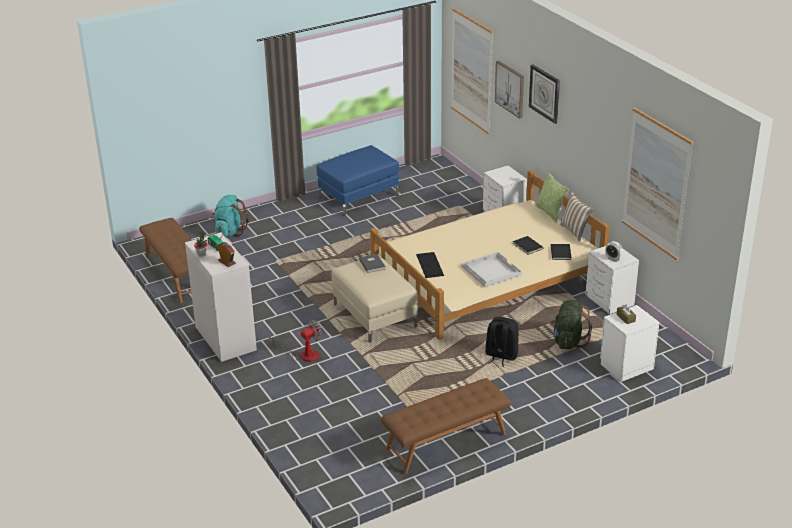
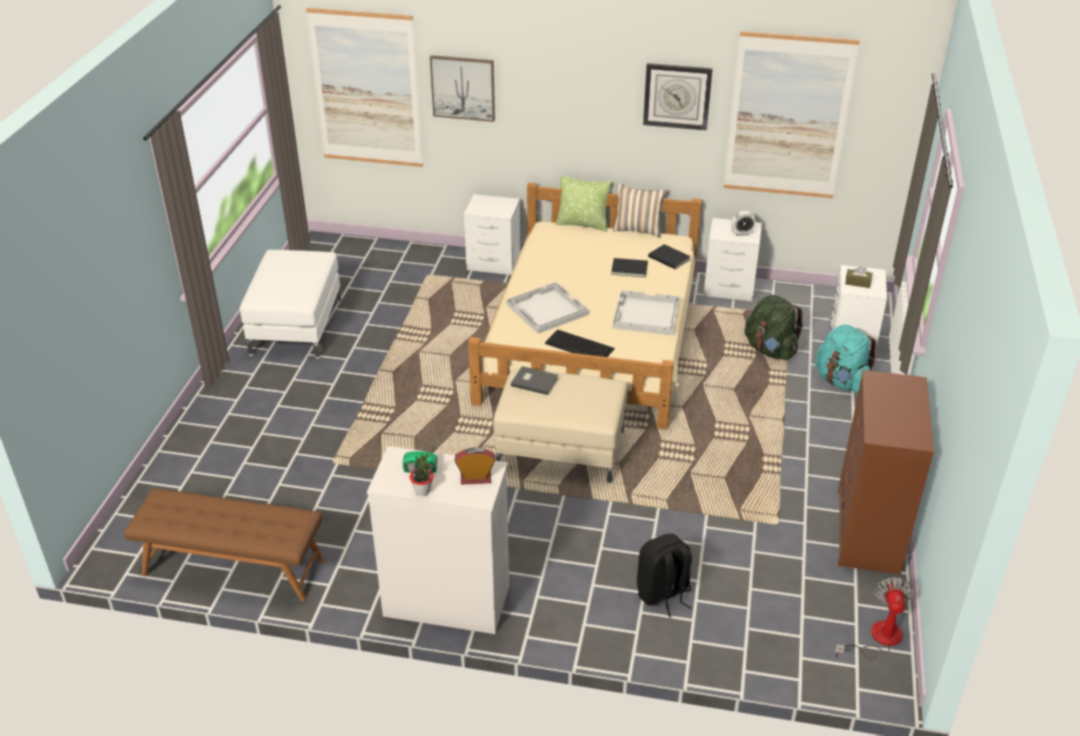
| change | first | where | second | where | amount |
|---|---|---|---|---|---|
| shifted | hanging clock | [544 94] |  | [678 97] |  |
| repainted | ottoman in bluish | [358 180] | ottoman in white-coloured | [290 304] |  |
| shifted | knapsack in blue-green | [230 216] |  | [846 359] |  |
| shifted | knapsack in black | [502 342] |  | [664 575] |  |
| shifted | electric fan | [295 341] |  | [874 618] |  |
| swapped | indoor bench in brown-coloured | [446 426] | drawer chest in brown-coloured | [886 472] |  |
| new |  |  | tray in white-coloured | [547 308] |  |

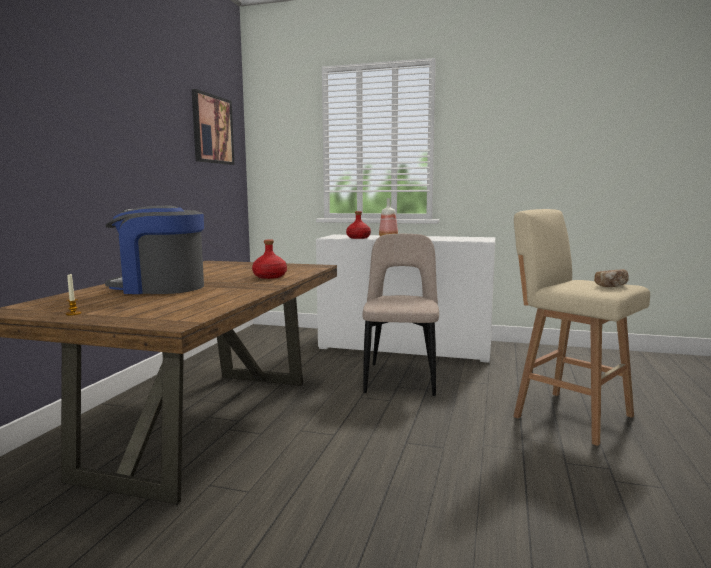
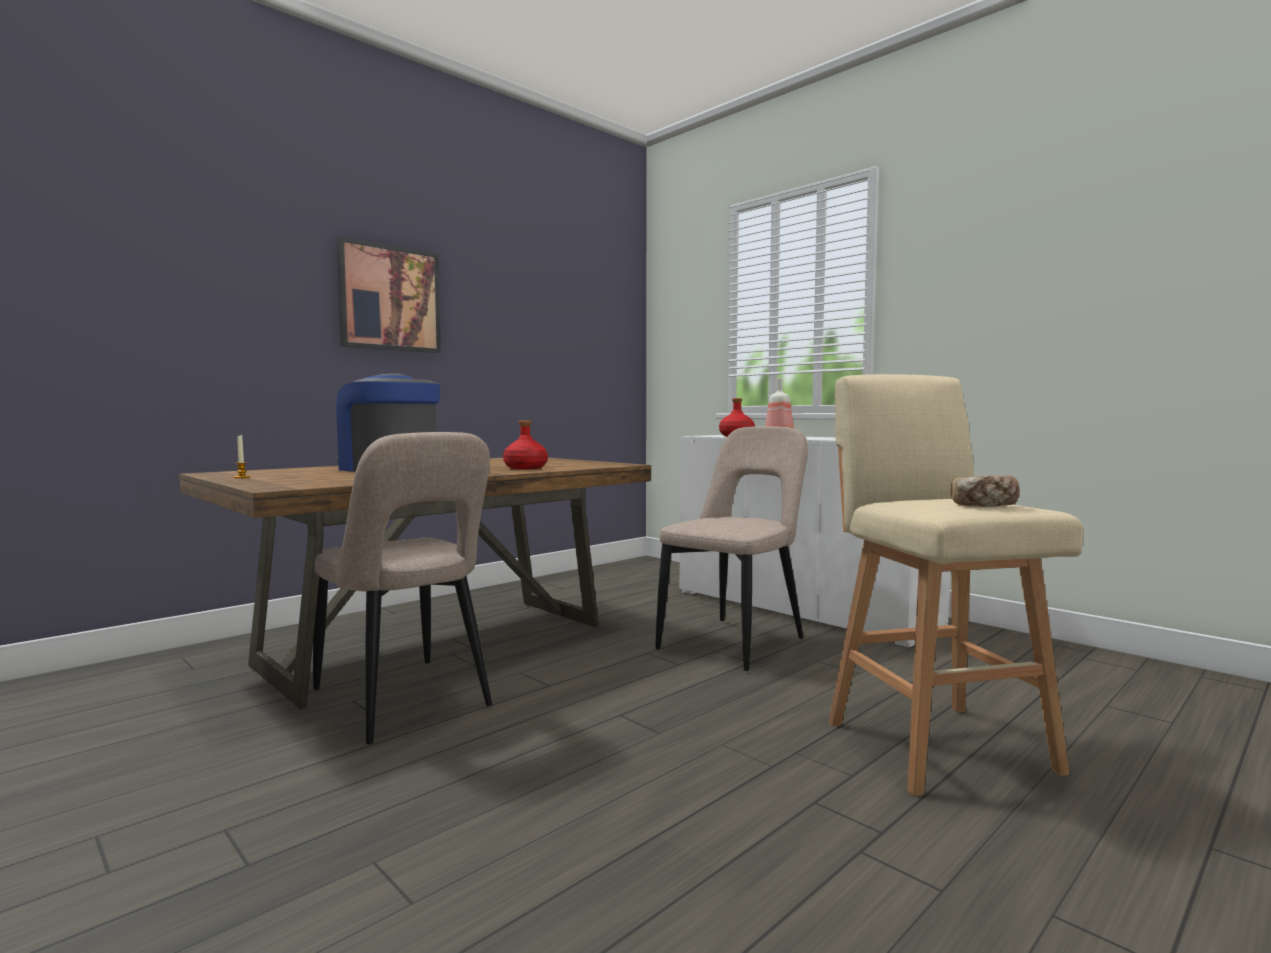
| change | first | where | second | where | amount |
|---|---|---|---|---|---|
| shifted | wall picture | [213 127] |  | [389 295] |  |
| new |  |  | upright chair in beige-coloured | [402 588] |  |

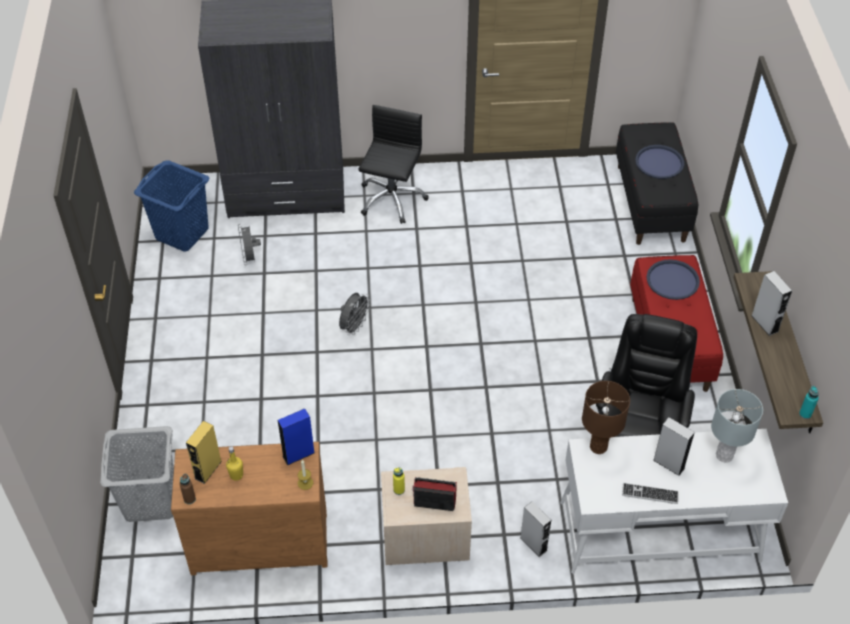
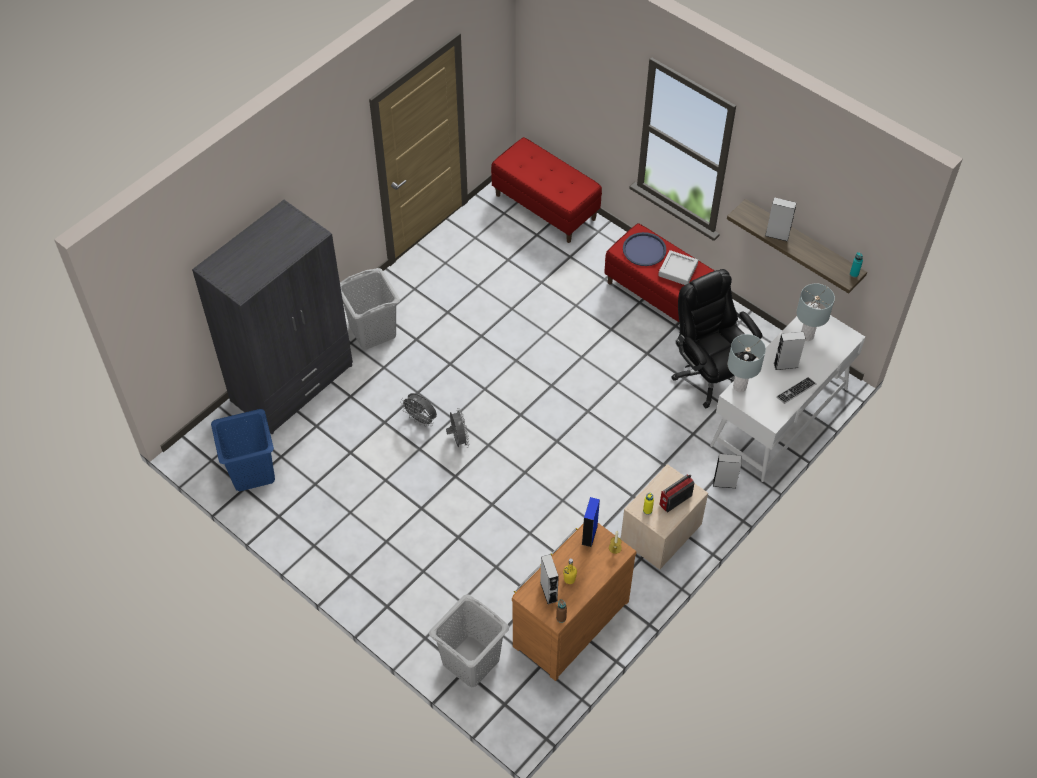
| change | first | where | second | where | amount |
|---|---|---|---|---|---|
| swapped | computer chair in black | [393 164] | hamper in grey | [370 309] |  |
| repainted | indoor bench in black | [657 183] | indoor bench in red-coloured | [546 190] |  |
| gone | tray in bluish | [659 162] |  |  |  |
| shifted | electric fan in grey | [249 244] |  | [418 410] |  |
| repainted | tabletop lamp in brown-coloured | [606 417] | tabletop lamp in grey | [747 363] |  |
| repainted | audio speaker in yellow | [204 452] | audio speaker in grey | [549 579] |  |
| new |  |  | tray in grey | [678 267] |  |

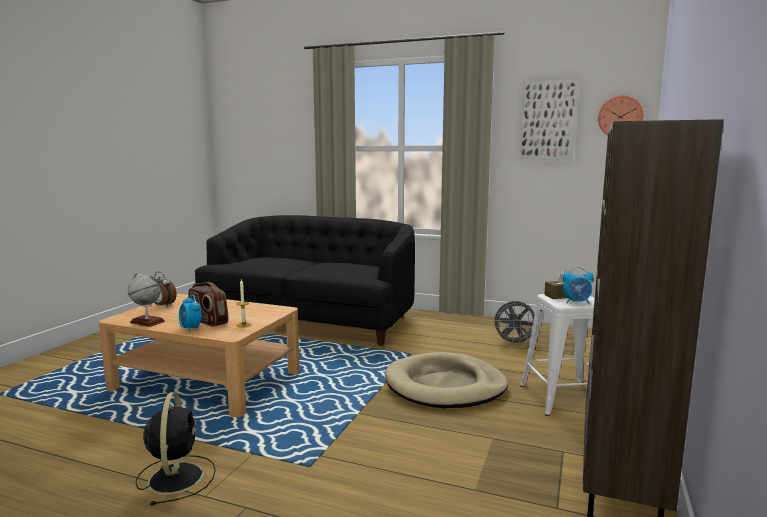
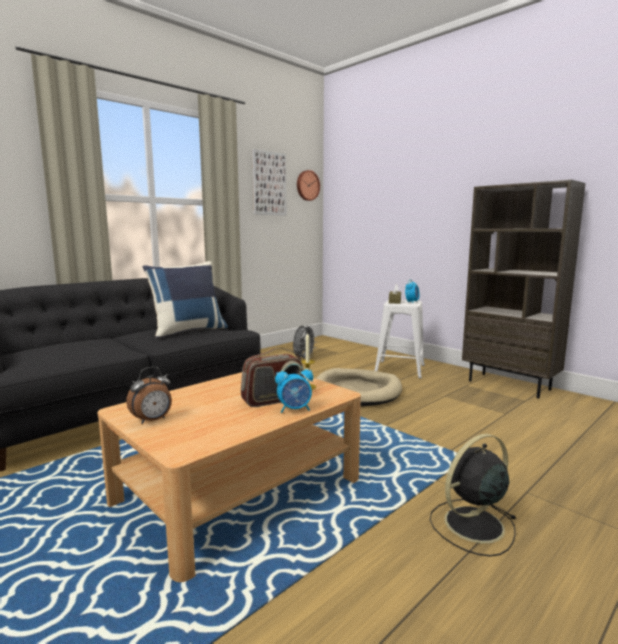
| change | first | where | second | where | amount |
|---|---|---|---|---|---|
| gone | desk globe | [146 300] |  |  |  |
| rotated | electric fan in black | [176 449] |  | [473 495] | 45 degrees counterclockwise |
| new |  |  | cushion in bluish | [185 300] |  |

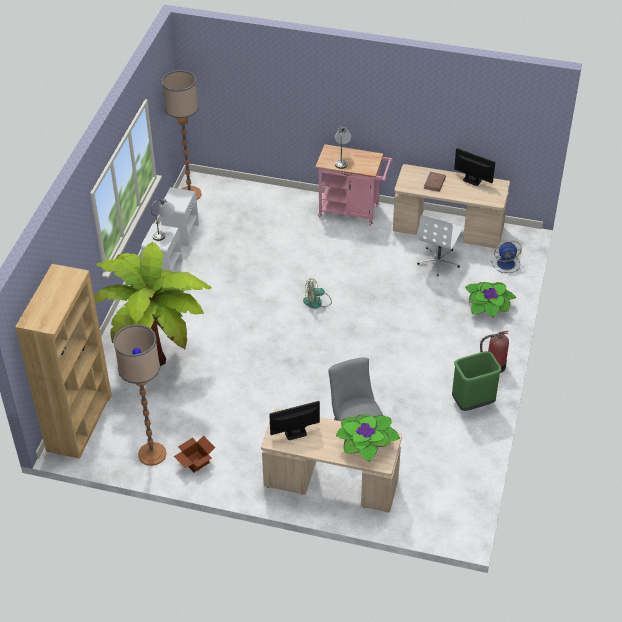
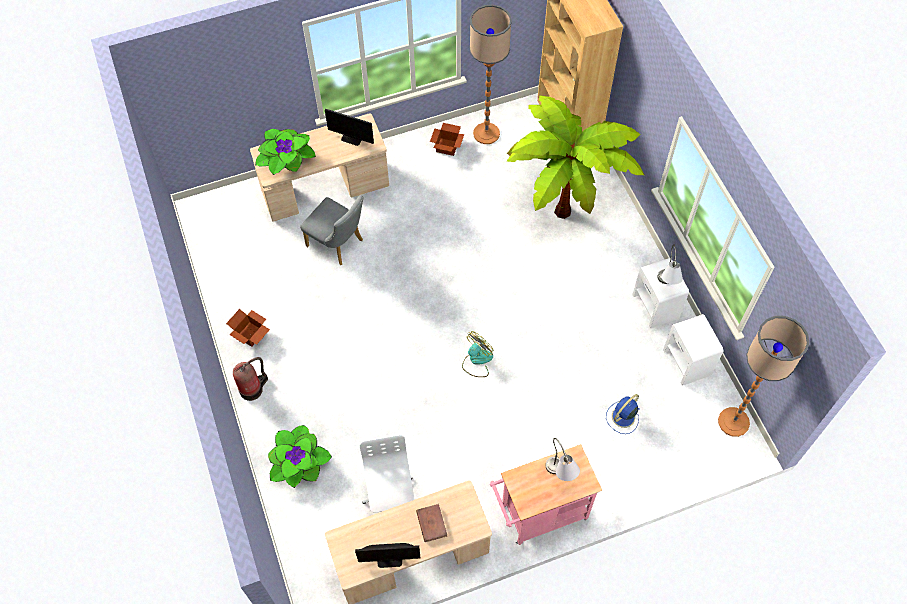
| change | first | where | second | where | amount |
|---|---|---|---|---|---|
| shifted | electric fan in bluish | [506 256] |  | [623 414] |  |
| swapped | rubbish bin in green | [476 381] | carton | [248 328] |  |
| rotated | computer display | [294 420] |  | [349 127] | 75 degrees clockwise |

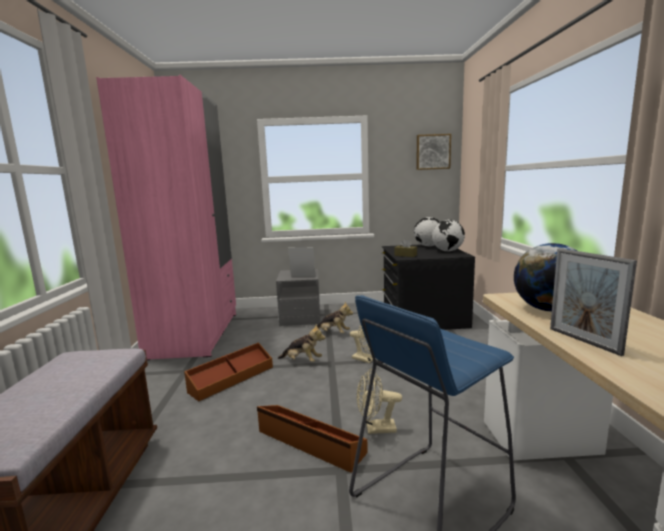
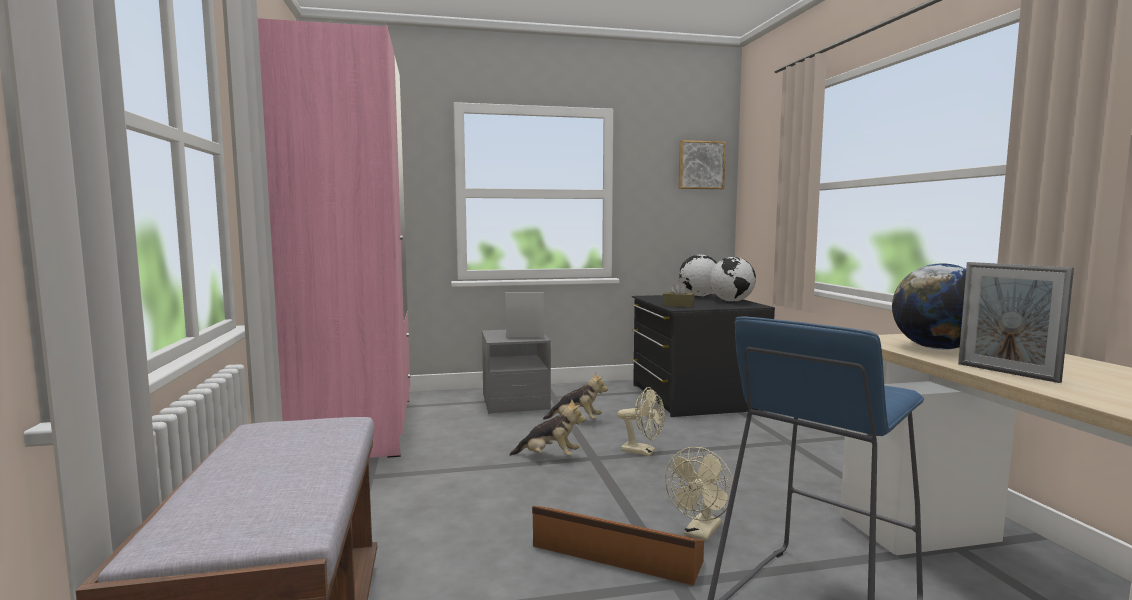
| change | first | where | second | where | amount |
|---|---|---|---|---|---|
| gone | storage bin in brown-coloured | [228 371] |  |  |  |
| rotated | electric fan in beige-coloured | [379 401] |  | [699 494] | 45 degrees counterclockwise |

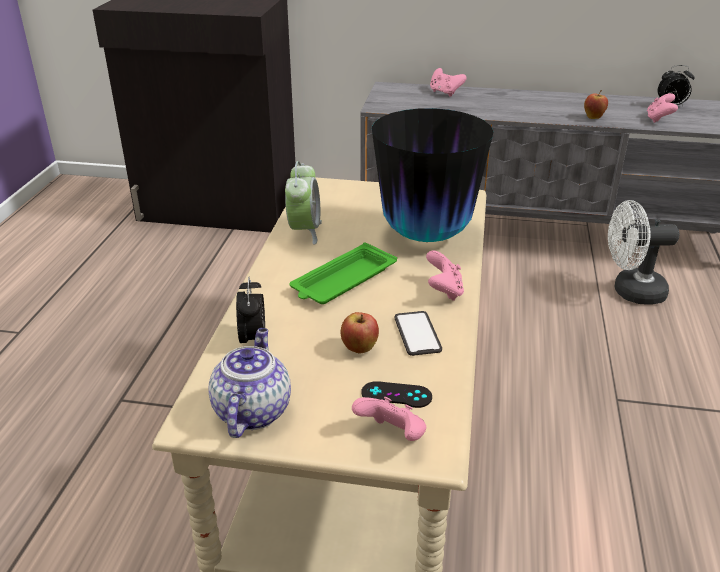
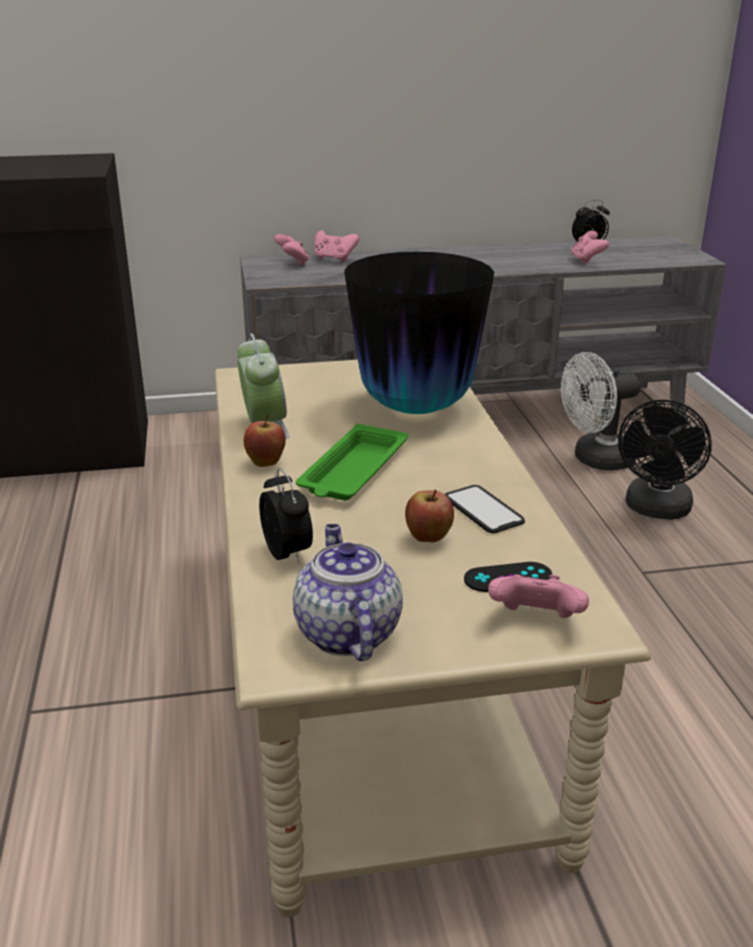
| change | first | where | second | where | amount |
|---|---|---|---|---|---|
| shifted | apple | [596 104] |  | [265 441] |  |
| shifted | gamepad in pink-coloured | [445 275] |  | [292 250] |  |
| new |  |  | electric fan in black | [665 460] |  |

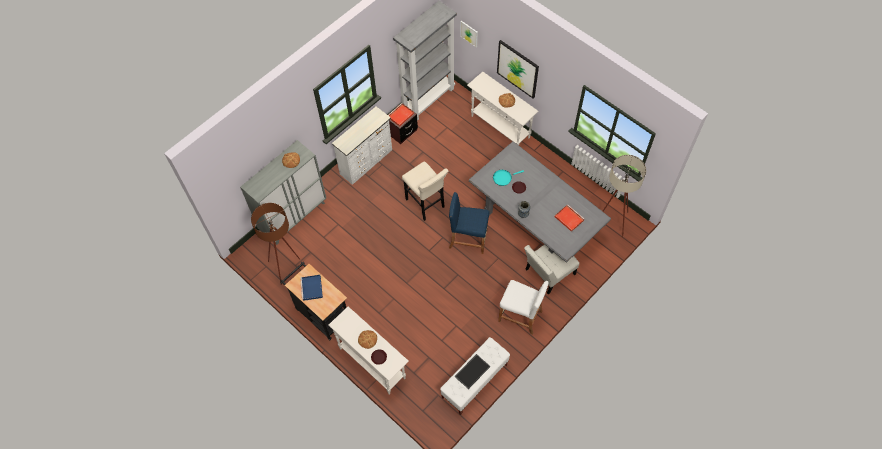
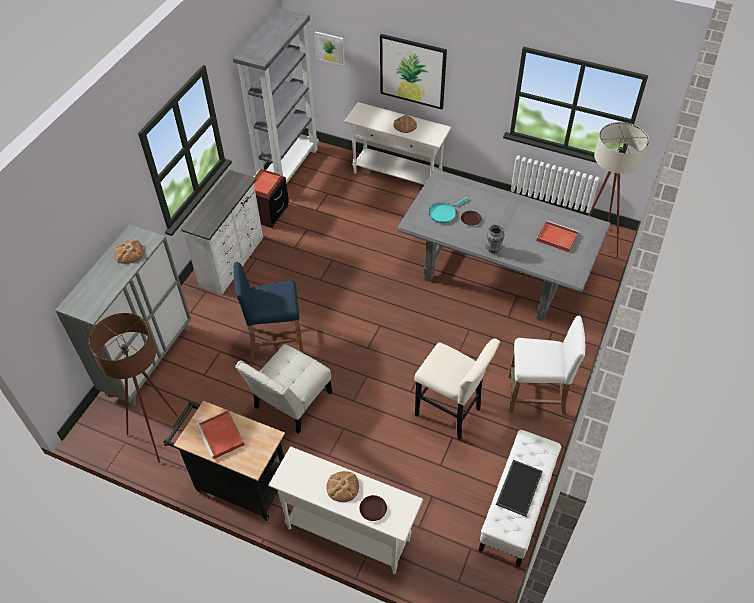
| change | first | where | second | where | amount |
|---|---|---|---|---|---|
| shifted | stool in beige-coloured | [425 191] |  | [457 389] |  |
| shifted | stool in bluish | [469 223] |  | [268 310] |  |
| shifted | upright chair in white-coloured | [551 269] |  | [283 389] |  |
| repainted | tray in bluish | [311 288] | tray in red-coloured | [221 435] |  |

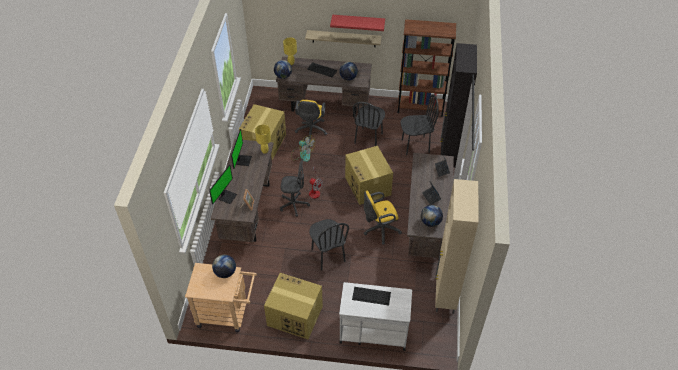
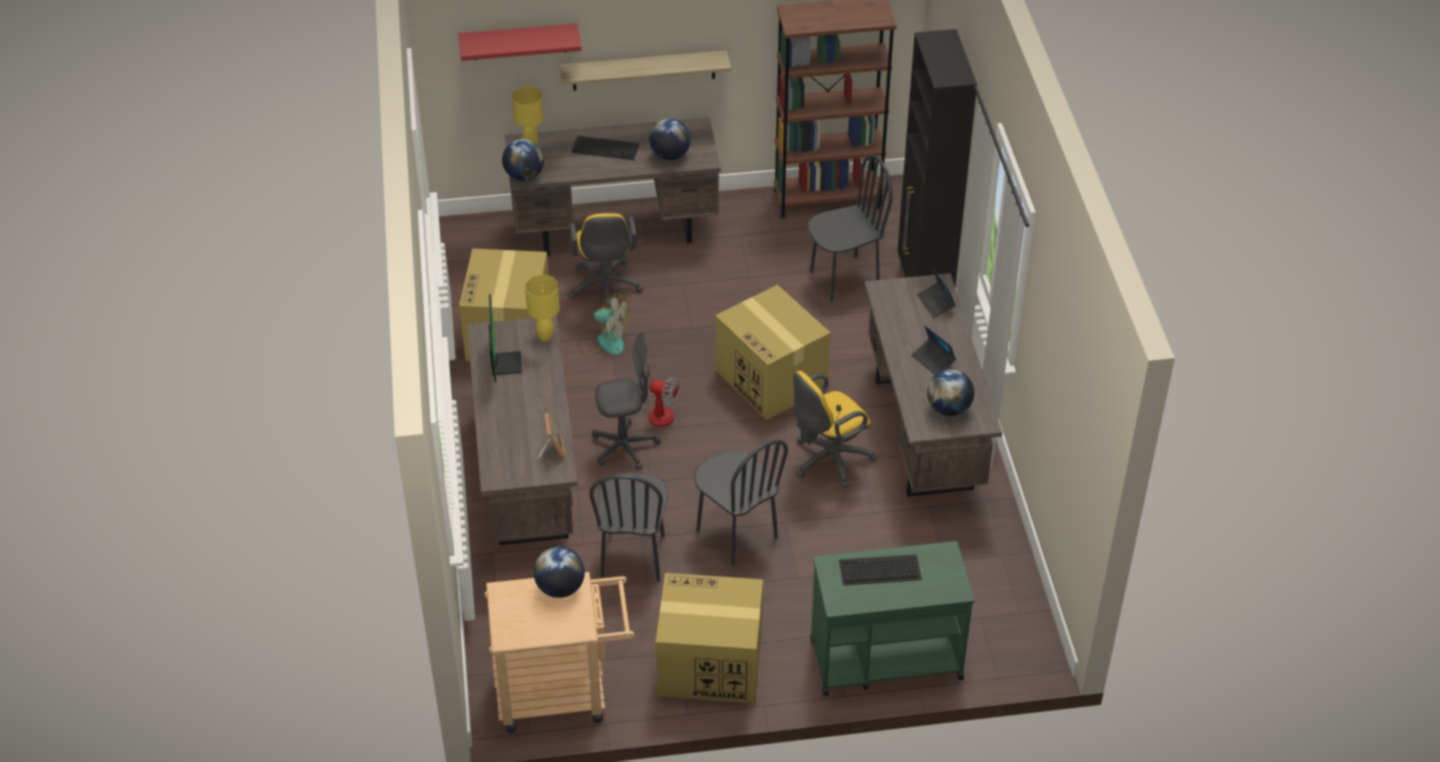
| change | first | where | second | where | amount |
|---|---|---|---|---|---|
| shifted | wall shelf in red-coloured | [357 23] |  | [520 42] |  |
| shifted | upright chair in black | [369 124] |  | [628 527] |  |
| gone | computer display | [223 184] |  |  |  |
| gone | cupboard in beige-coloured | [457 246] |  |  |  |
| repainted | wheeled cart in white-coloured | [375 316] | wheeled cart in green | [892 618] |  |

